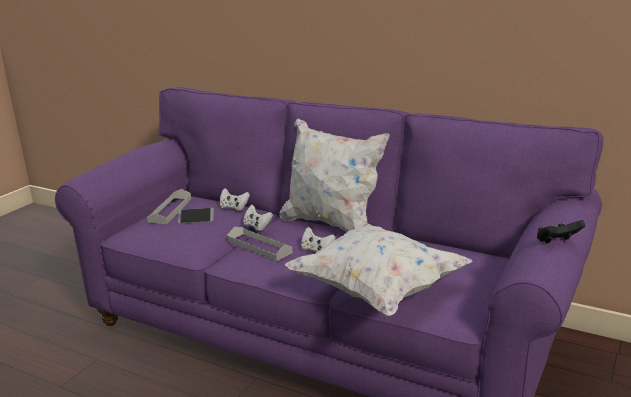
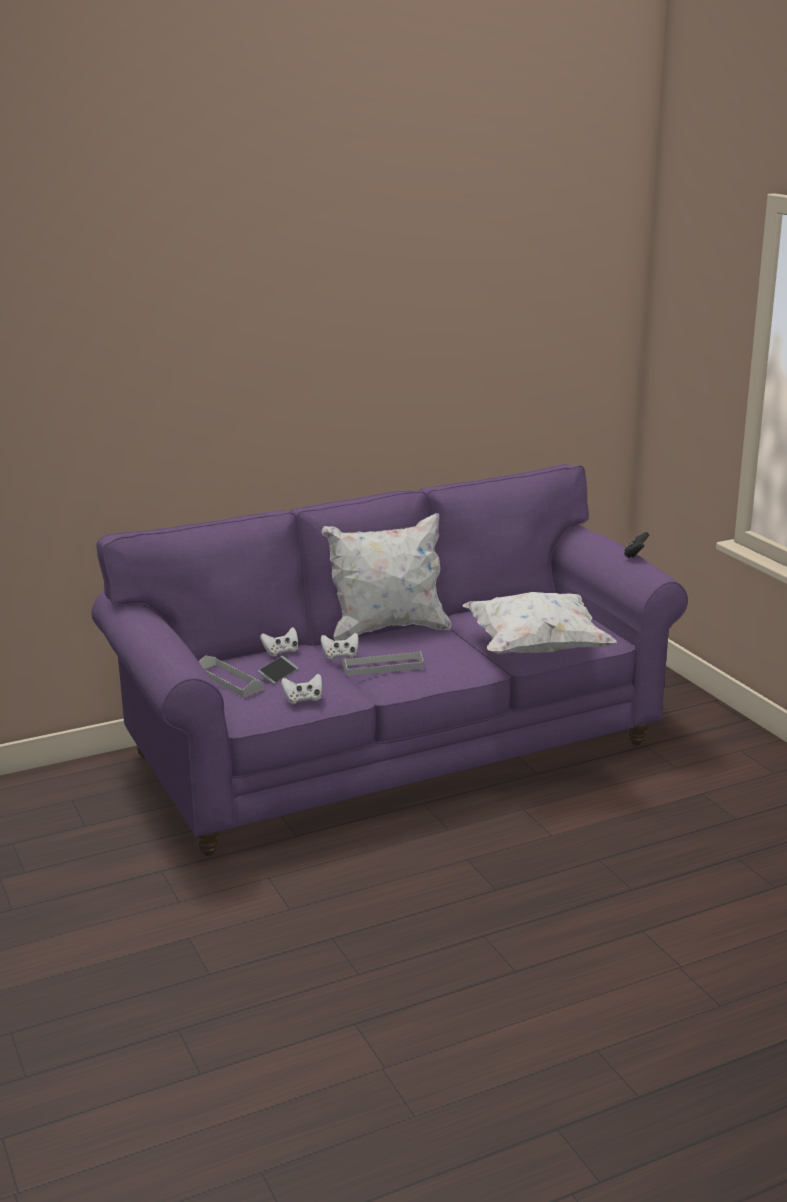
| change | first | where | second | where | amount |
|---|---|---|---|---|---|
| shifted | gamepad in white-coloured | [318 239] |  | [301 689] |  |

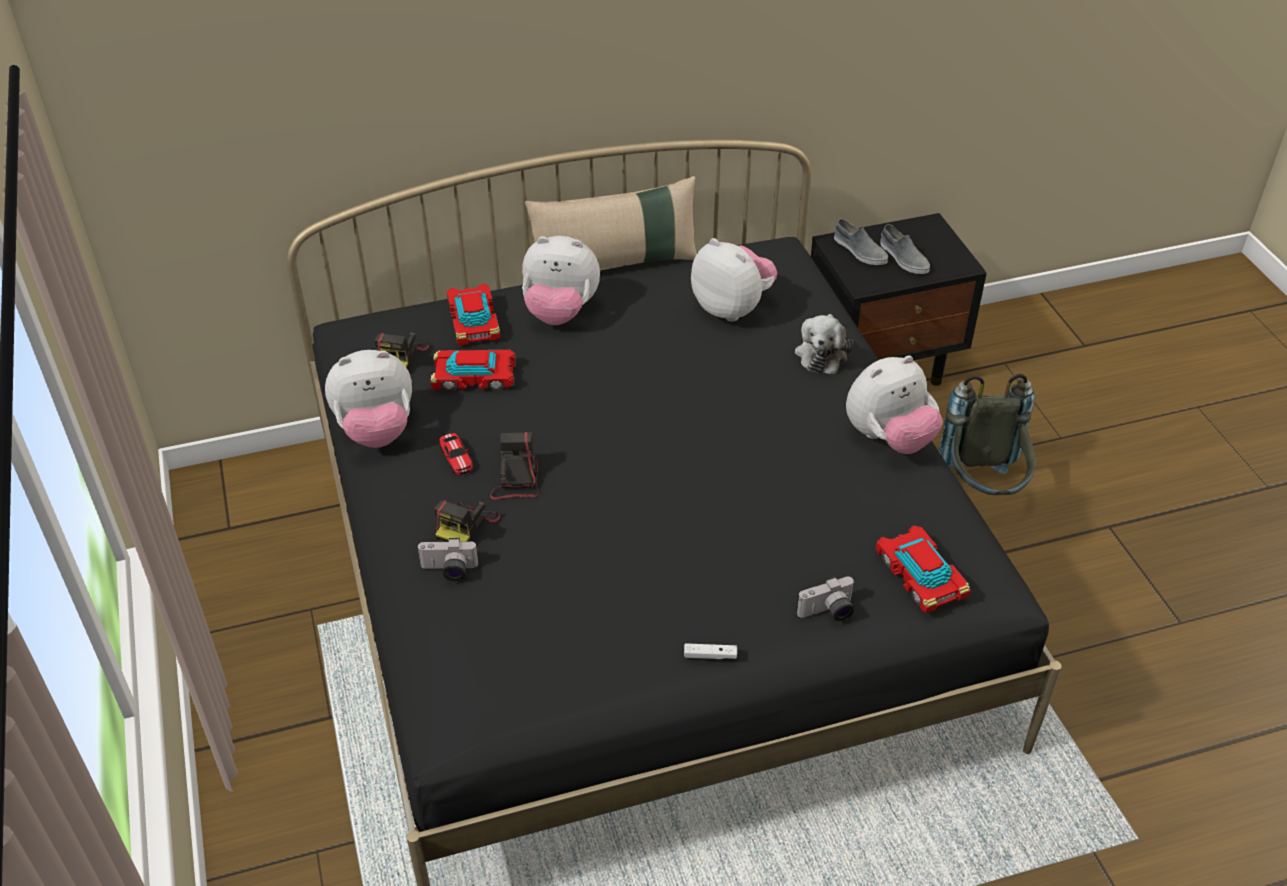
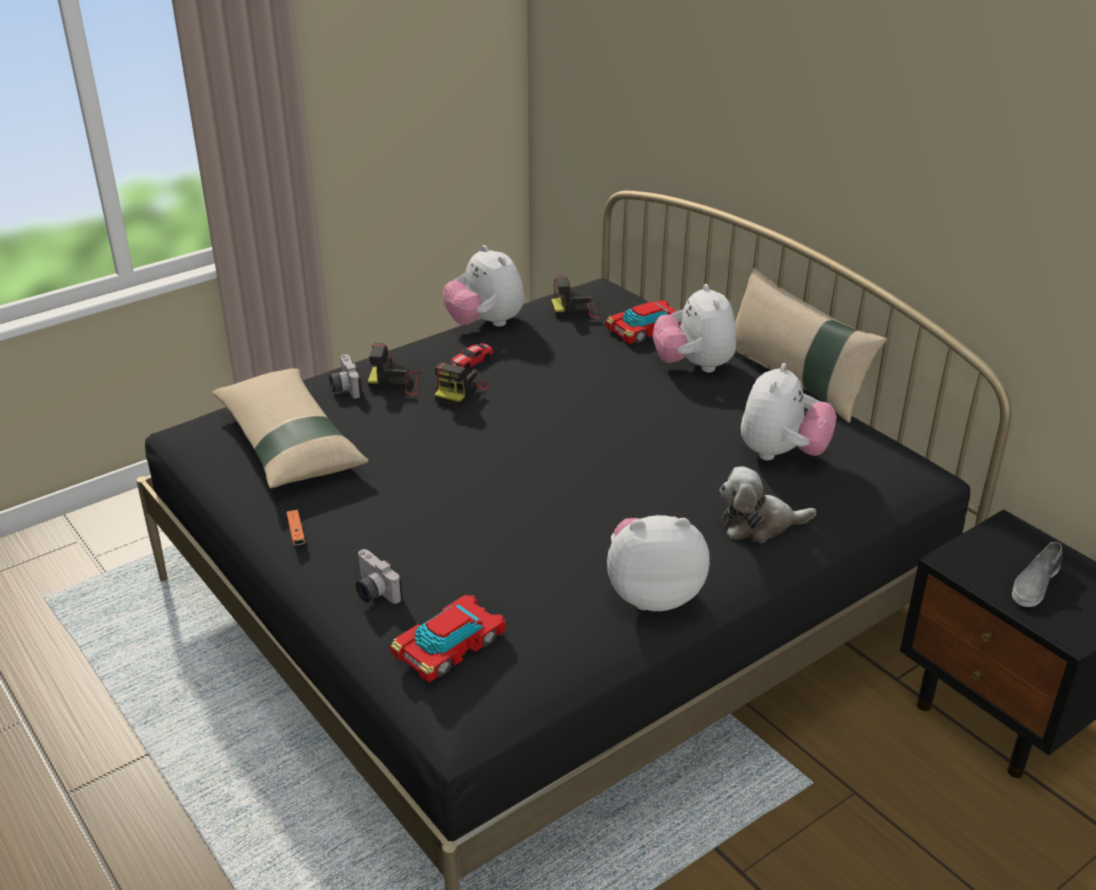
| change | first | where | second | where | amount |
|---|---|---|---|---|---|
| gone | low shoe in grey | [861 242] |  |  |  |
| gone | model car | [473 370] |  |  |  |
| rotated | cuddly toy | [894 404] |  | [658 563] | 135 degrees clockwise |
| gone | knapsack in grey | [987 434] |  |  |  |
| rotated | still camera | [514 466] |  | [462 385] | 135 degrees clockwise |
| repainted | gamepad in white-coloured | [710 651] | gamepad in orangey | [296 527] |  |
| new |  |  | cushion in beige-coloured | [289 428] |  |

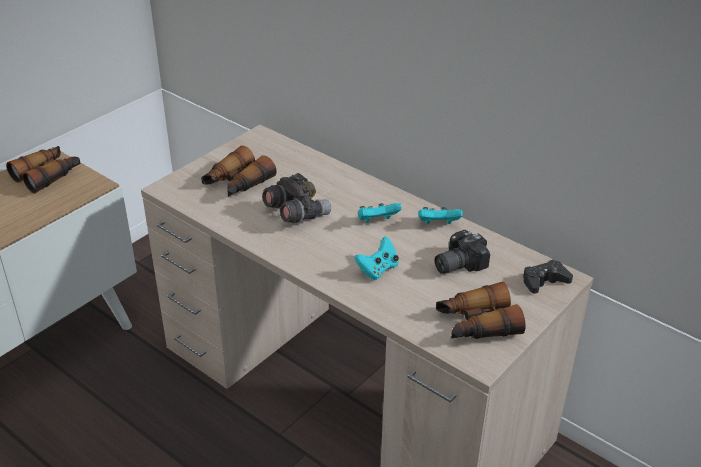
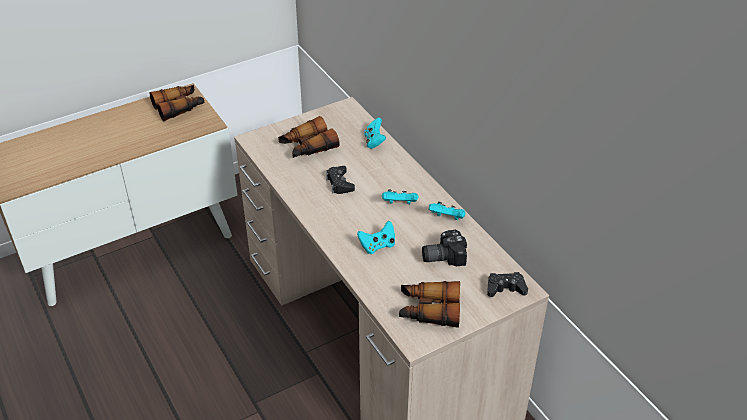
| change | first | where | second | where | amount |
|---|---|---|---|---|---|
| swapped | binoculars in grey | [296 198] | gamepad in black | [340 180] |  |
| new |  |  | gamepad in blue-green | [375 133] |  |

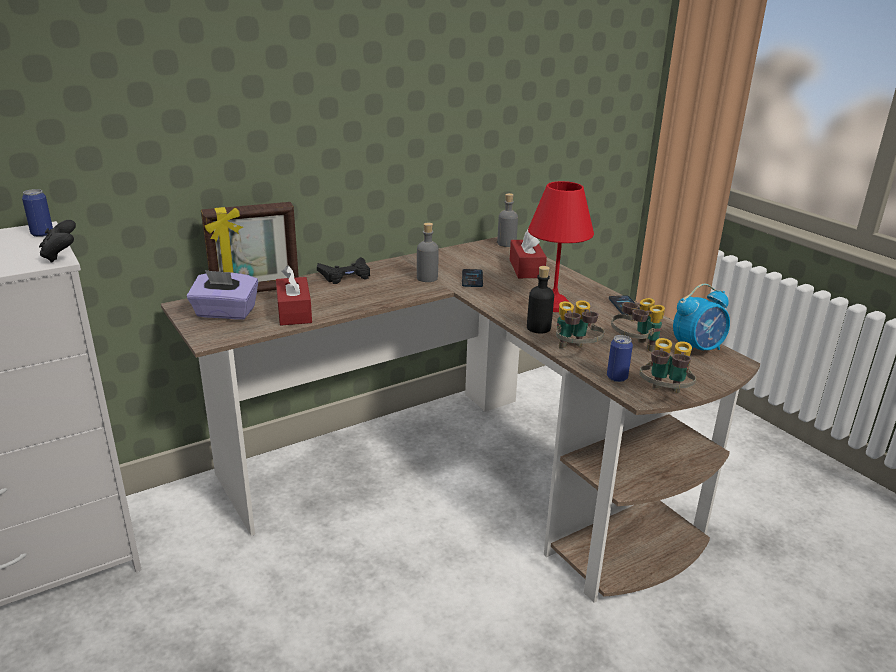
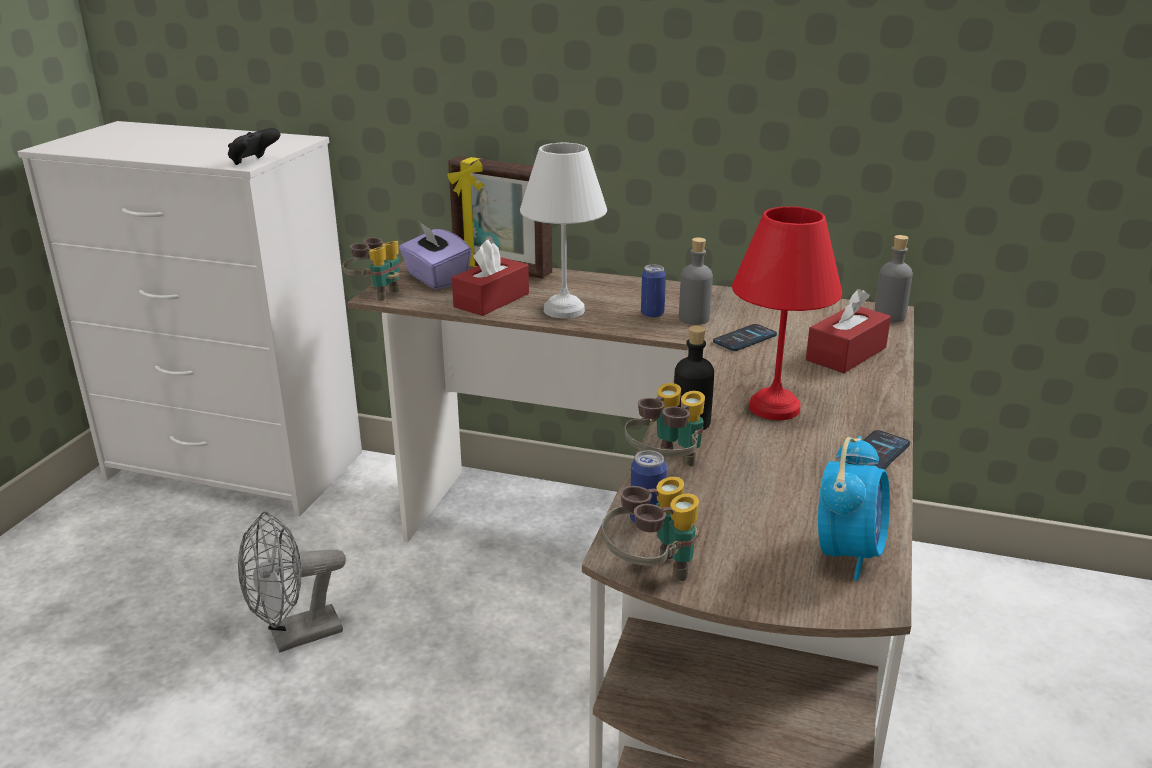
| change | first | where | second | where | amount |
|---|---|---|---|---|---|
| shifted | sealed can | [37 213] |  | [653 291] |  |
| gone | gamepad in black | [343 270] |  |  |  |
| rotated | alarm clock | [701 317] |  | [854 508] | 90 degrees counterclockwise |
| shifted | binoculars | [638 325] |  | [371 269] |  |
| new |  |  | tabletop lamp in white-coloured | [563 231] |  |
| new |  |  | electric fan in grey | [292 582] |  |

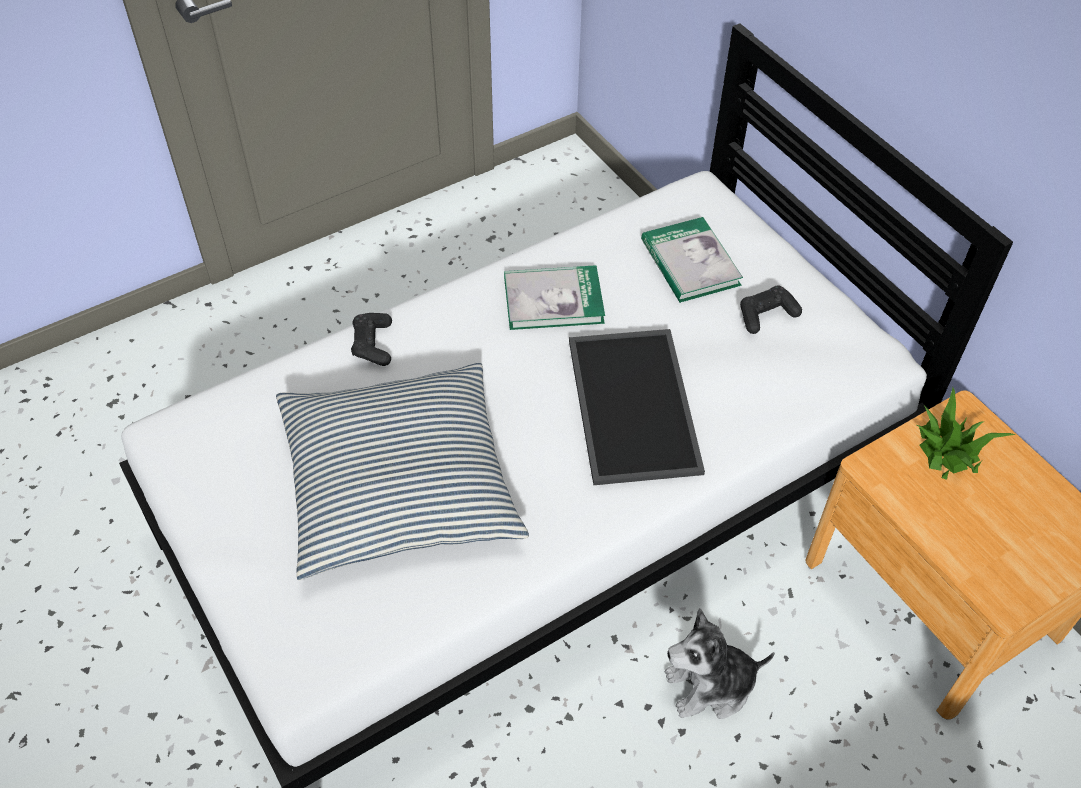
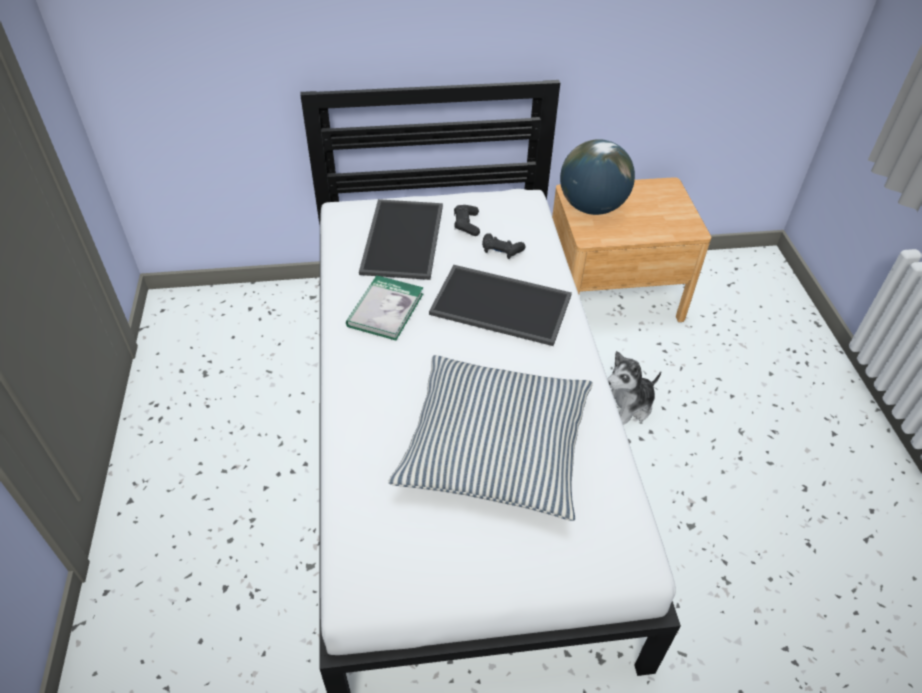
| change | first | where | second | where | amount |
|---|---|---|---|---|---|
| swapped | bound book | [692 260] | tray | [401 239] |  |
| shifted | gamepad in black | [371 339] |  | [503 246] |  |
| swapped | houseplant | [966 433] | desk globe | [597 177] |  |
| rotated | cuddly toy | [720 663] |  | [634 388] | 45 degrees clockwise |

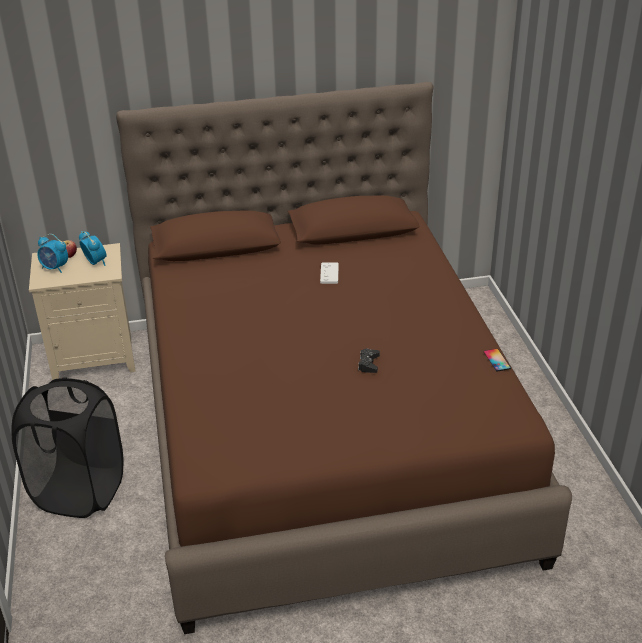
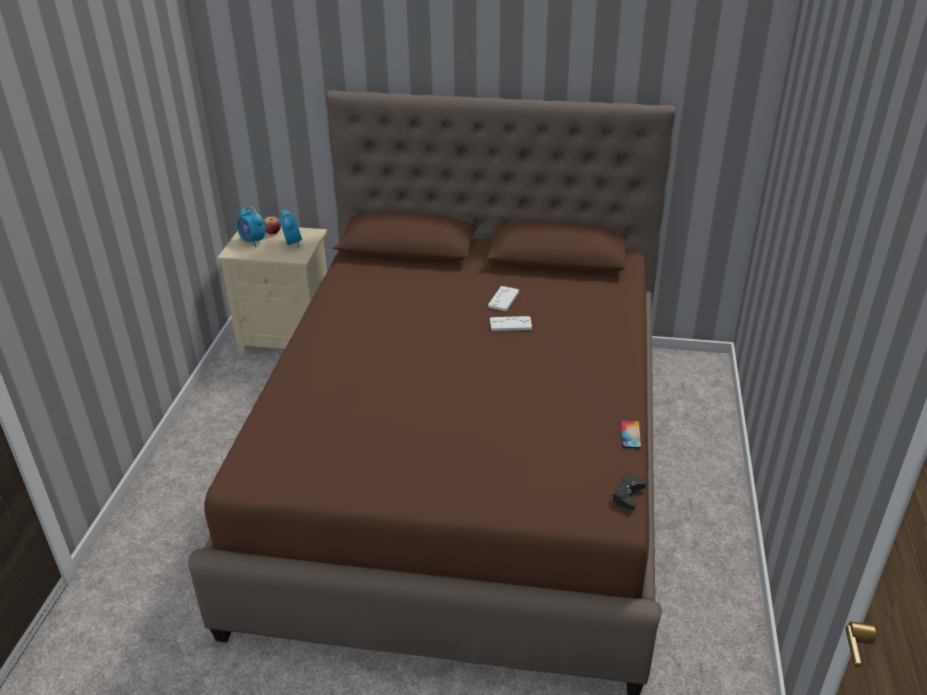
| change | first | where | second | where | amount |
|---|---|---|---|---|---|
| shifted | gamepad in black | [369 361] |  | [629 492] |  |
| gone | hamper in black | [67 448] |  |  |  |
| new |  |  | gamepad in white-coloured | [511 323] |  |

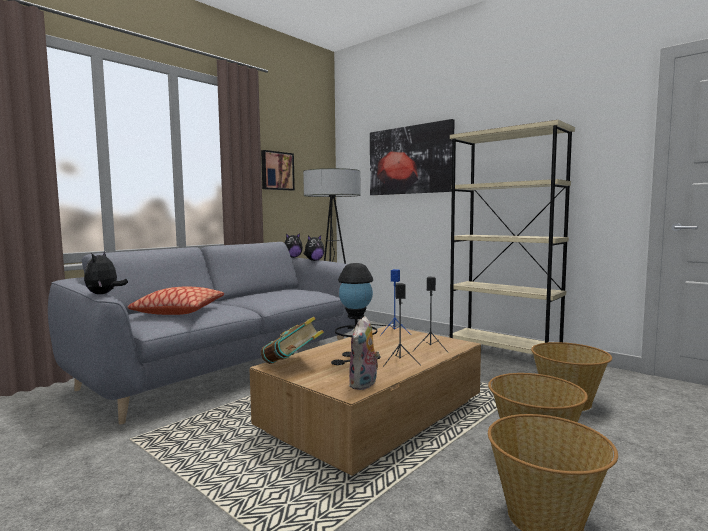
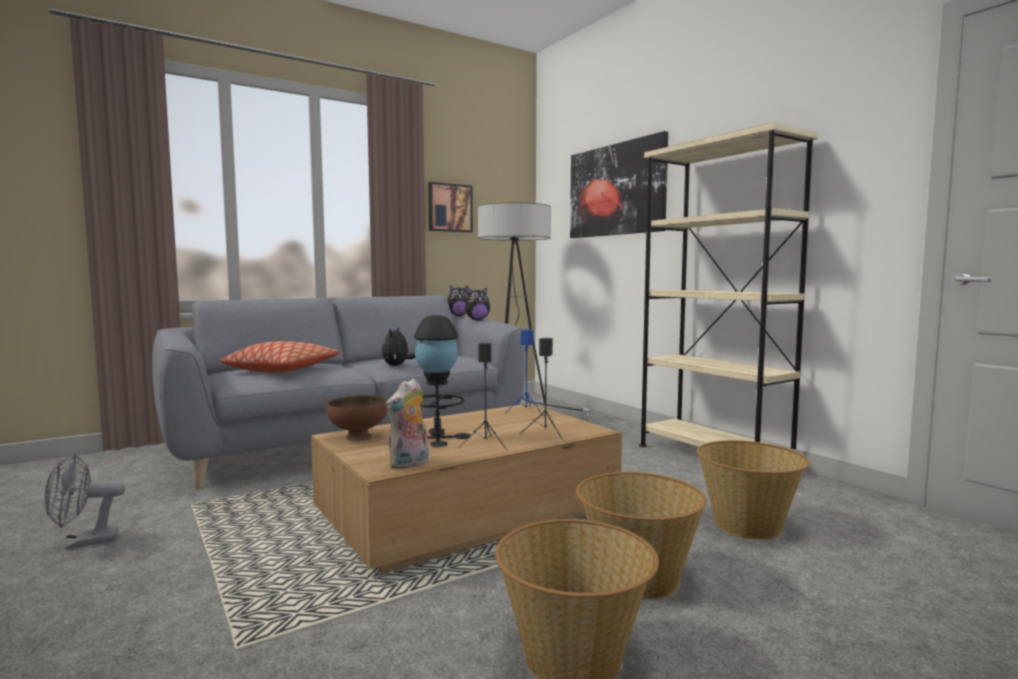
| change | first | where | second | where | amount |
|---|---|---|---|---|---|
| shifted | cuddly toy | [106 272] |  | [399 346] |  |
| swapped | bound book | [292 340] | bowl in brown-coloured | [356 418] |  |
| new |  |  | electric fan in grey | [84 501] |  |

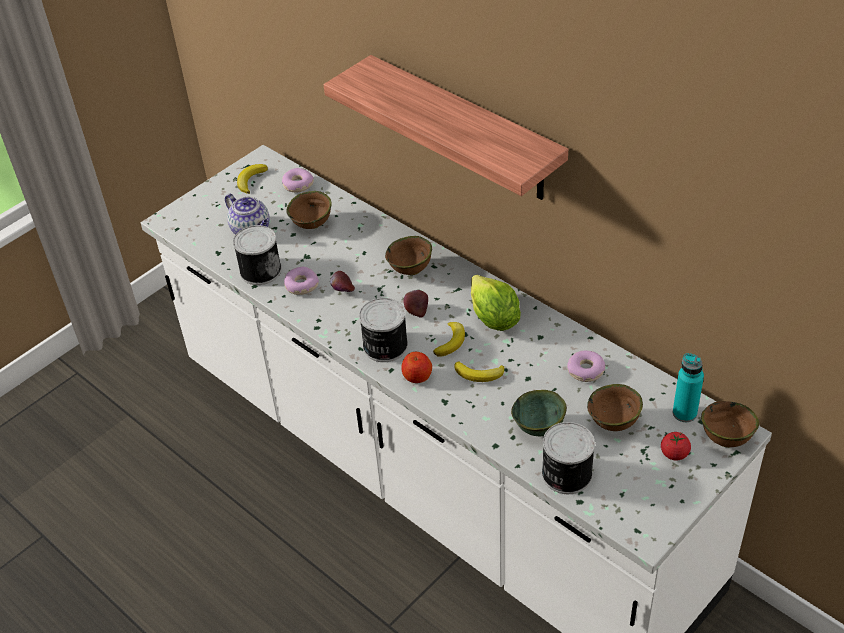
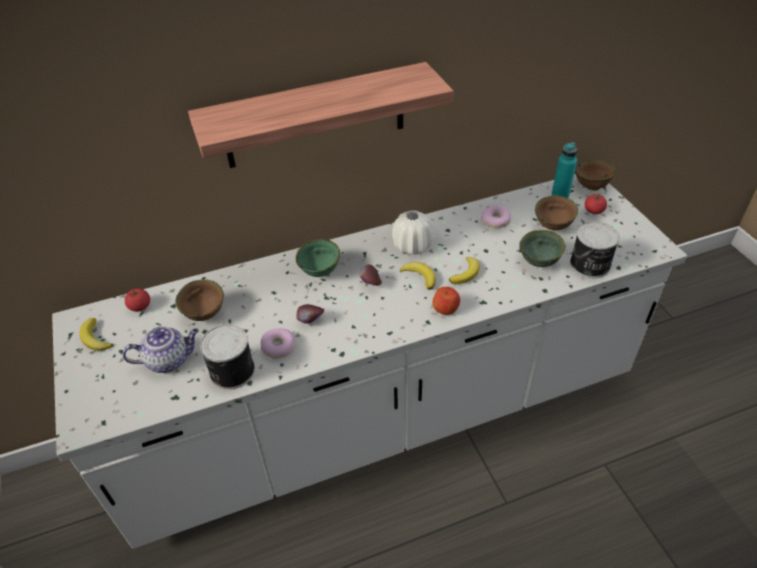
| change | first | where | second | where | amount |
|---|---|---|---|---|---|
| swapped | doughnut | [298 180] | tomato | [137 300] |  |
| repainted | bowl in brown-coloured | [408 255] | bowl in green | [318 258] |  |
| swapped | head of lettuce | [496 303] | vase in white-coloured | [412 233] |  |
| gone | sealed can | [383 330] |  |  |  |

